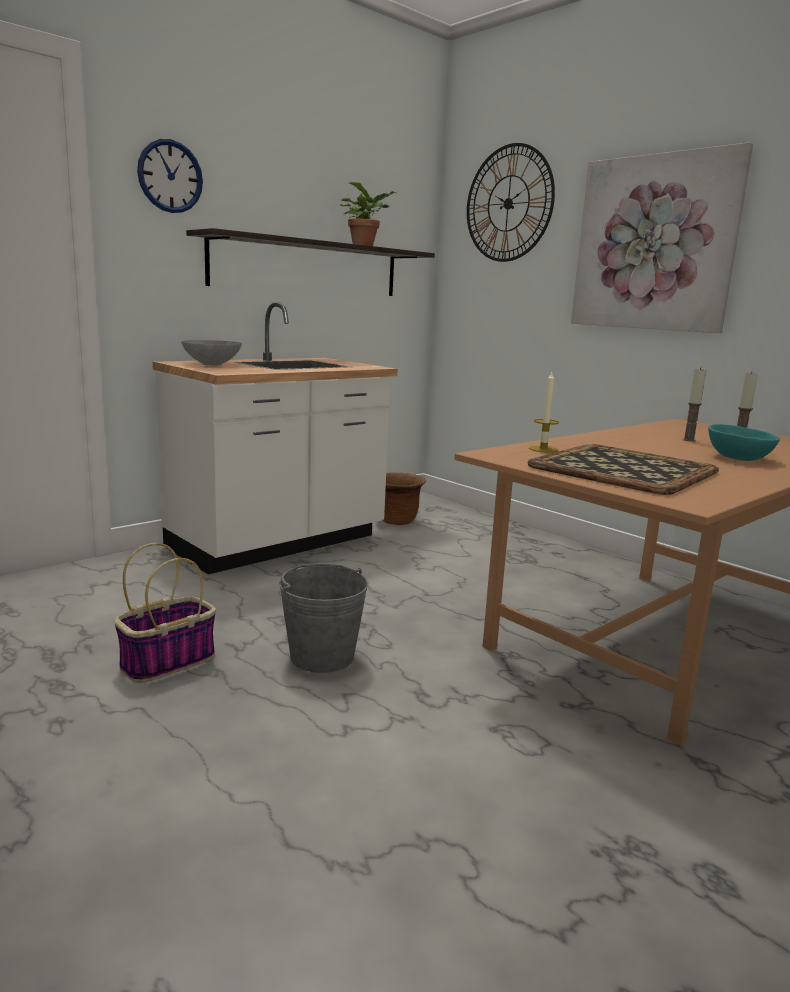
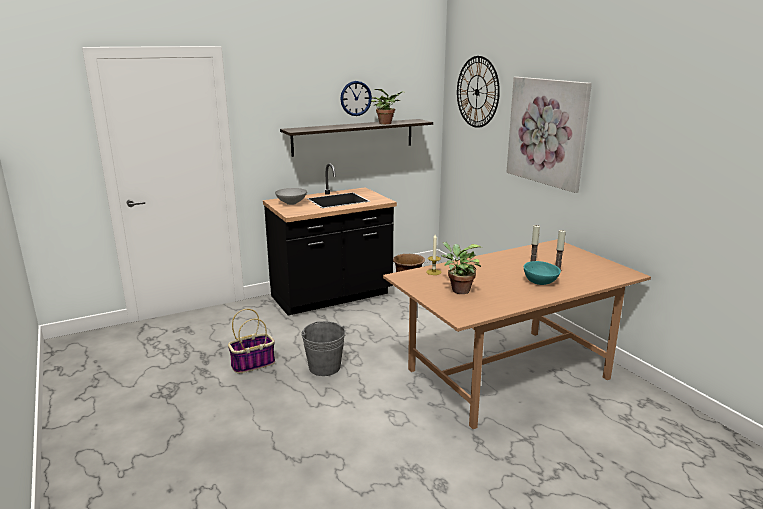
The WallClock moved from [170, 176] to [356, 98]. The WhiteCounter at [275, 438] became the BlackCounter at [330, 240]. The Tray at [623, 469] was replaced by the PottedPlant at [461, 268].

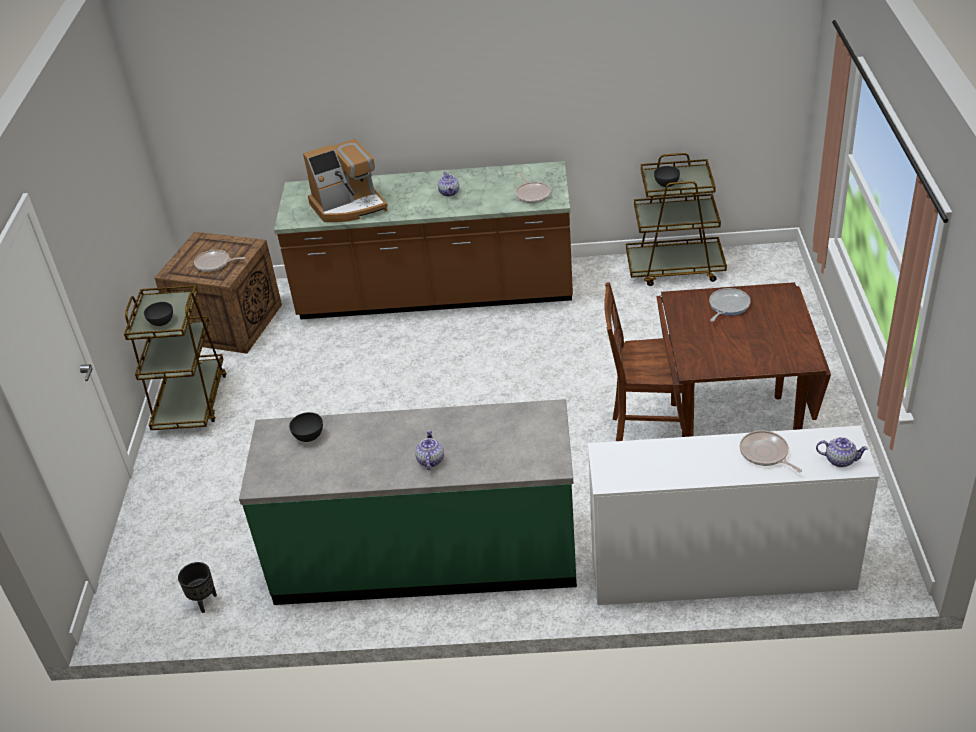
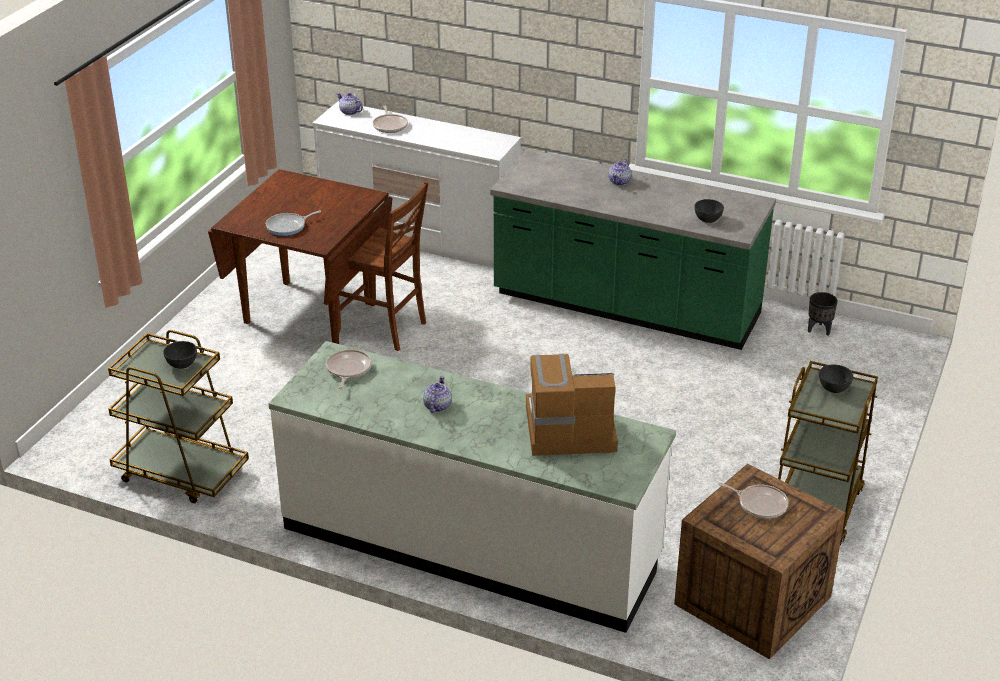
The BrownCounter at [423, 240] became the WhiteCounter at [472, 487].

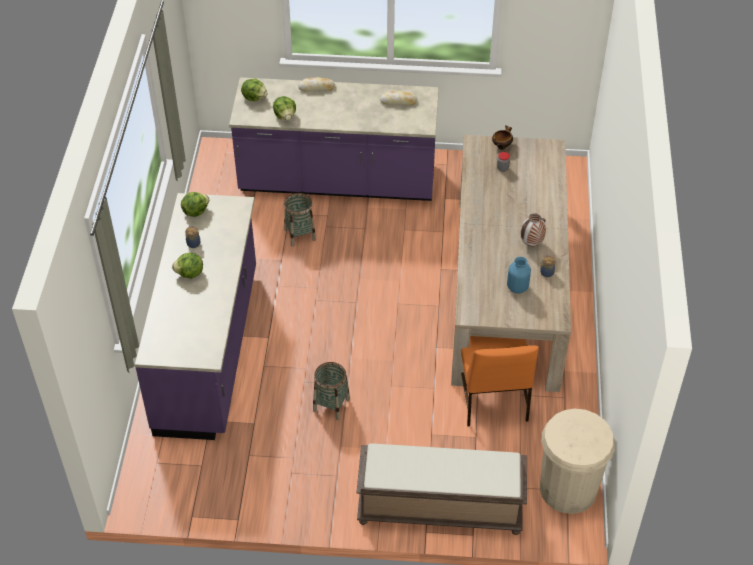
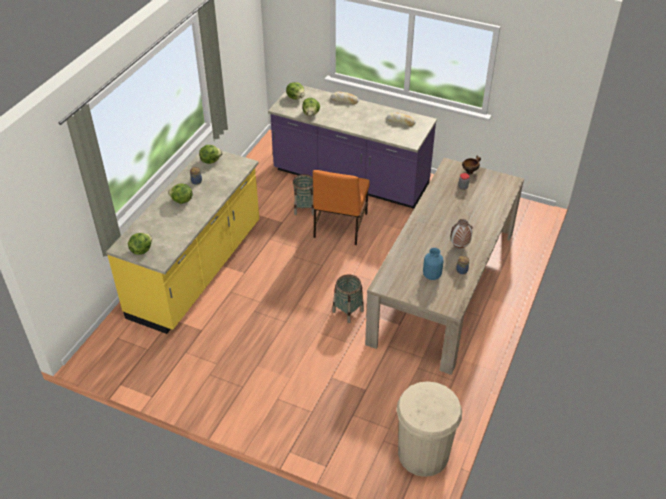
The PurpleCounter at [195, 316] became the YellowCounter at [182, 242]. The Basket moved from [331, 391] to [348, 298]. The BrownBench at [442, 489] disappeared. The OrangeChair moved from [500, 381] to [341, 207]. The Lettuce at [140, 244] appeared.

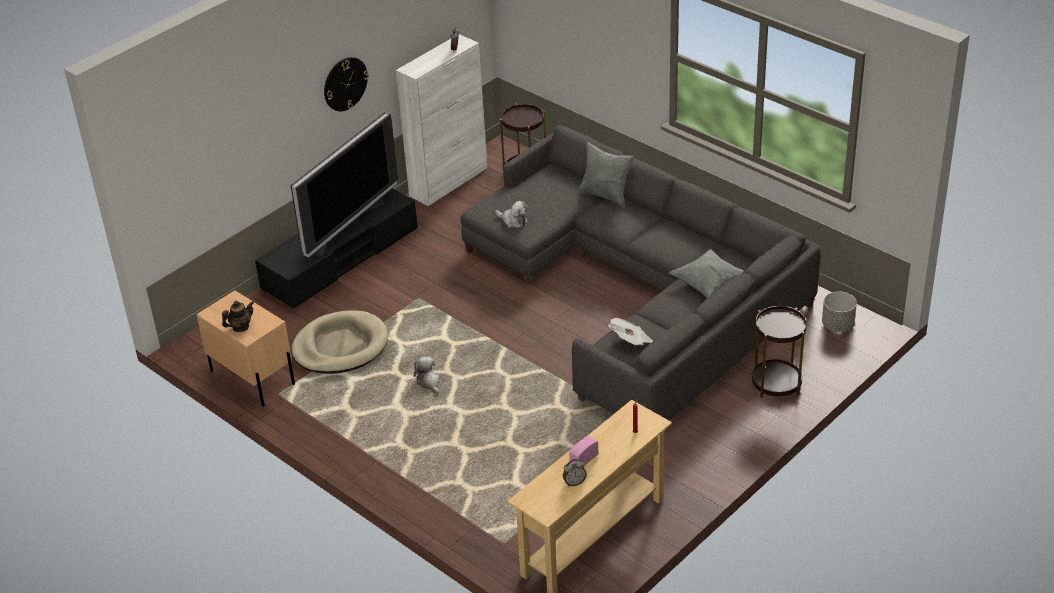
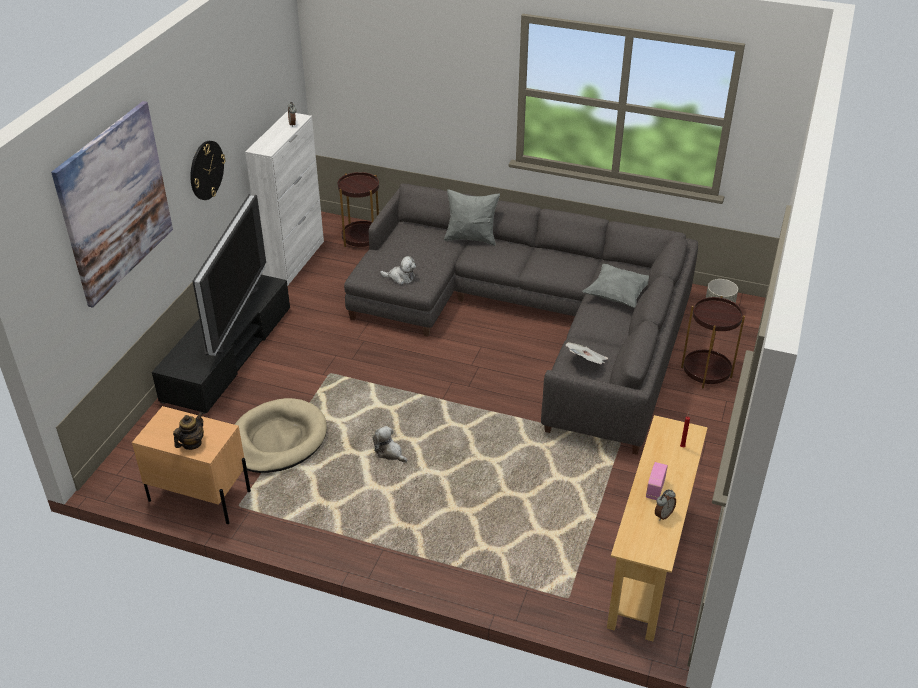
The Picture at [112, 204] appeared.

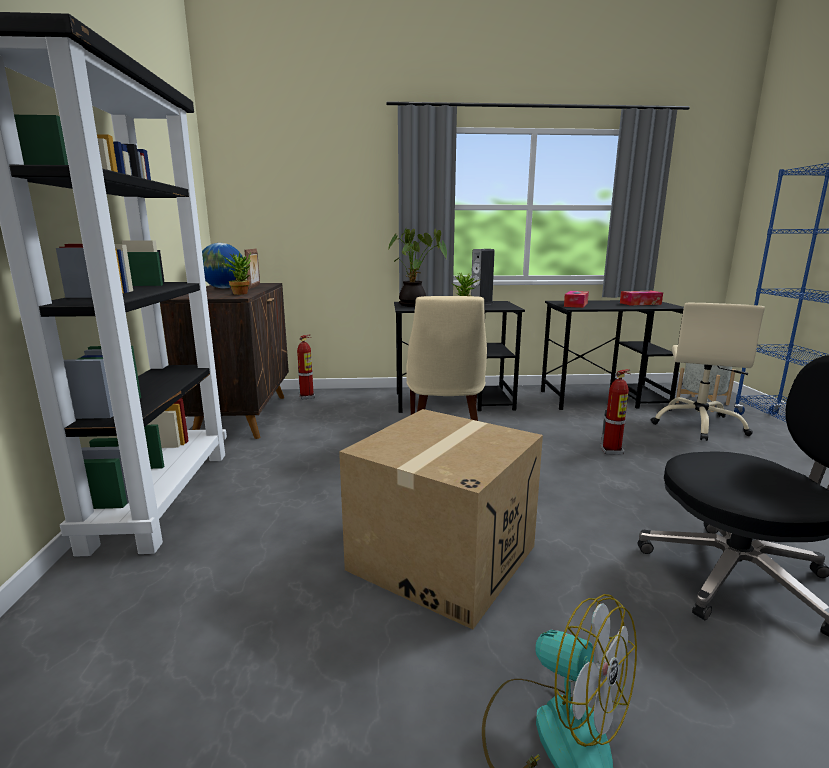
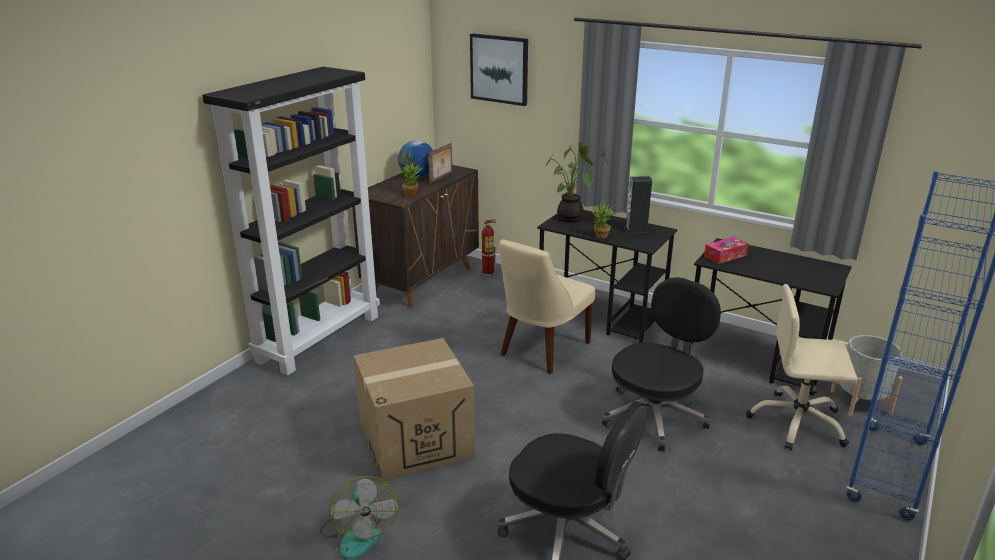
The FireExtinguisher at [615, 412] was replaced by the BlackOfficeChair at [661, 364]. The TissueBox at [641, 298] disappeared. The BeigeOfficeChair at [708, 372] turned 45 degrees clockwise. The Picture at [499, 69] appeared.

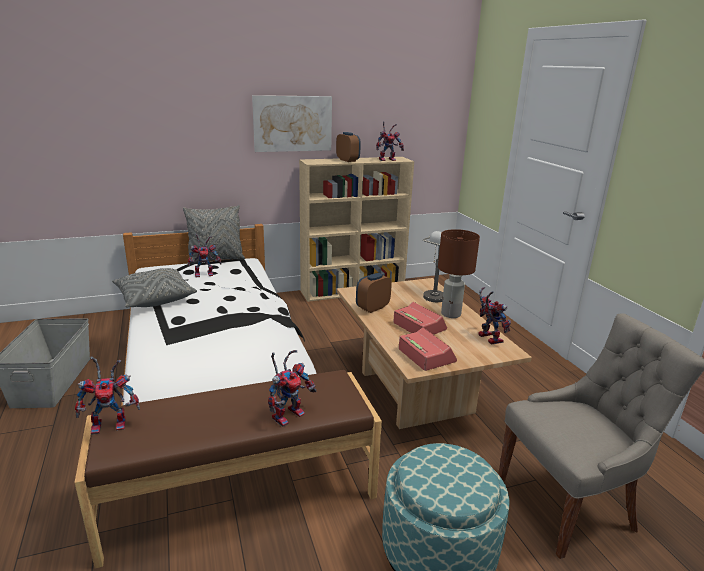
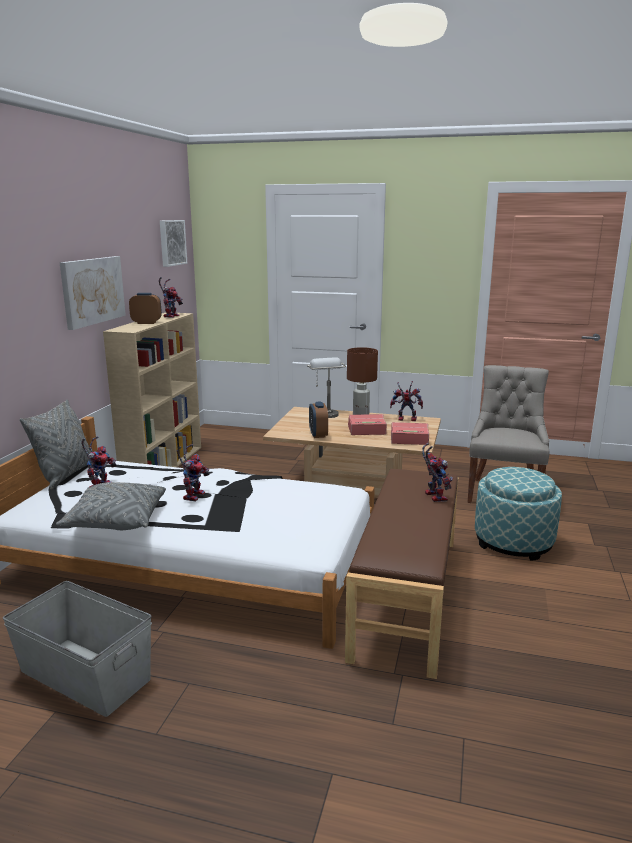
The ToyRobot moved from [107, 396] to [193, 472]. The Picture at [173, 243] appeared.

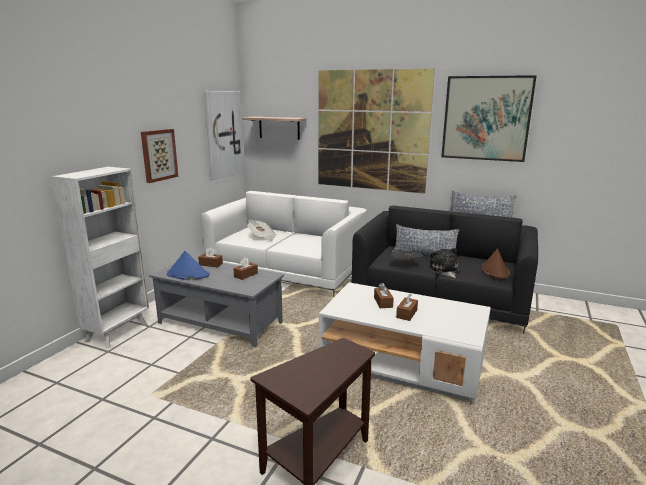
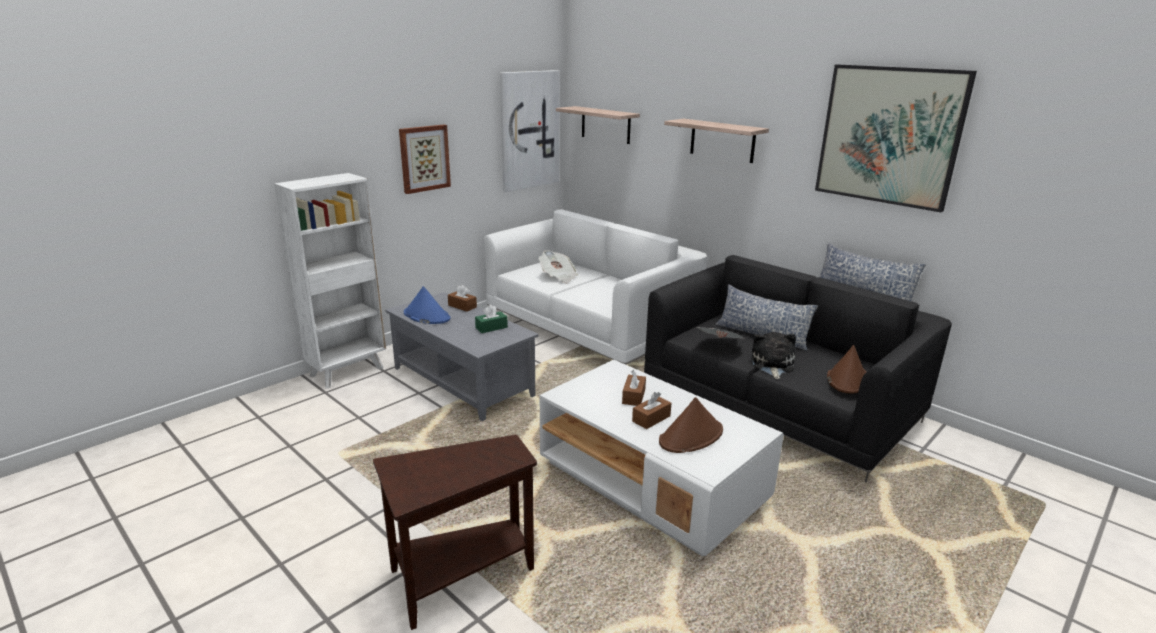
The BrownTissueBox at [245, 268] became the GreenTissueBox at [491, 319]. The Picture at [376, 131] was replaced by the Shelf at [716, 141]. The BrownHat at [691, 425] appeared.

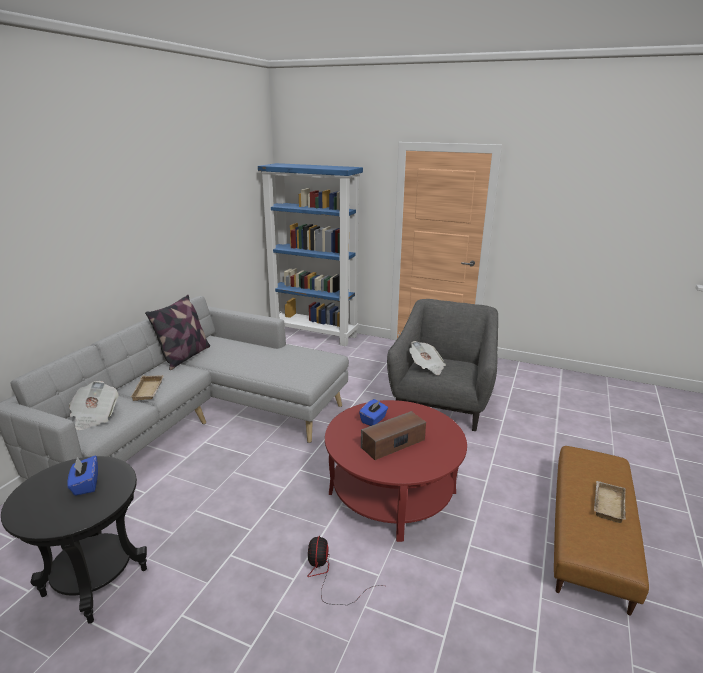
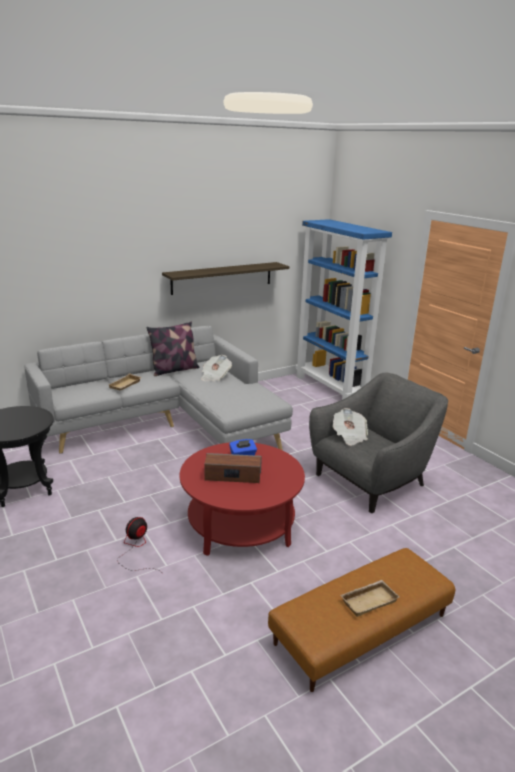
The BlueTissueBox at [82, 476] disappeared. The Newspaper moved from [93, 405] to [216, 368]. The Shelf at [225, 278] appeared.

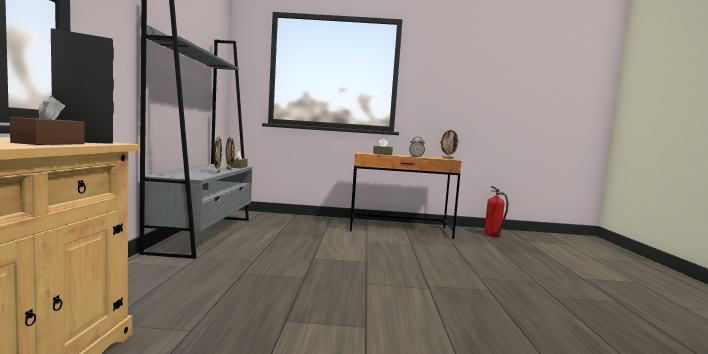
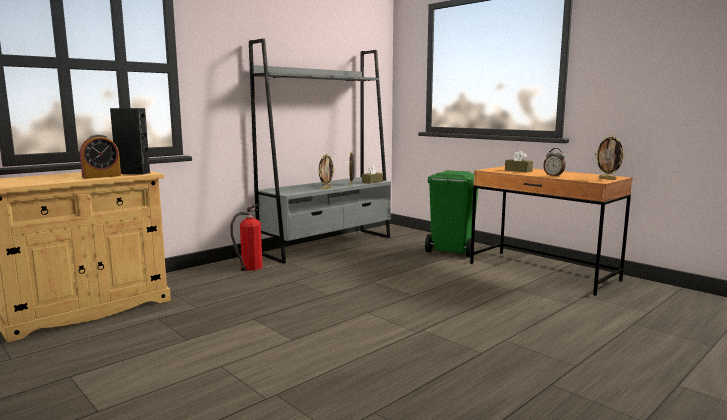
The BrownTissueBox at [47, 120] was replaced by the AlarmClock at [100, 156]. The FireExtinguisher moved from [496, 212] to [246, 237]. The GreenTrashCan at [451, 213] appeared.

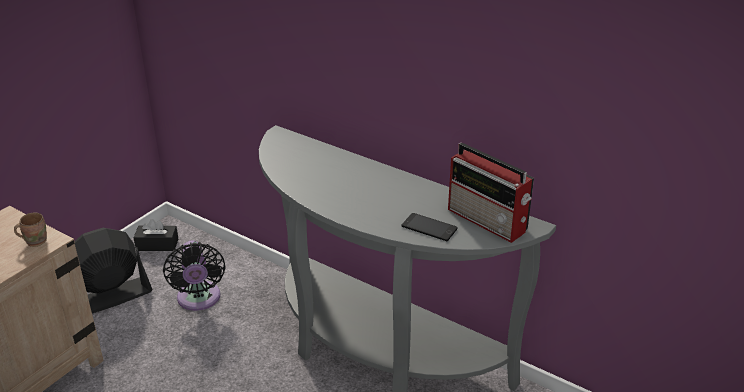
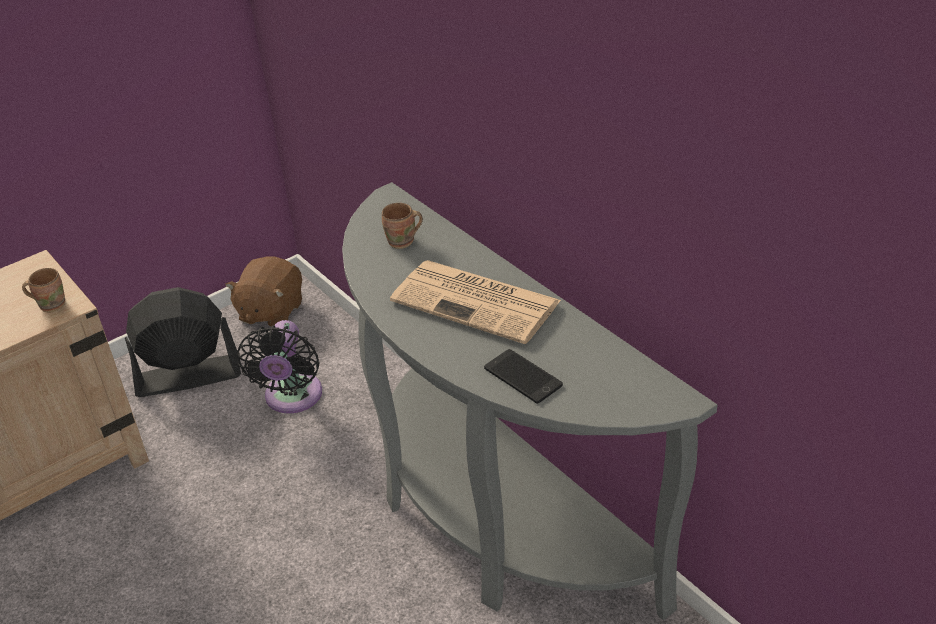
The BlackTissueBox at [155, 235] was replaced by the BrownPlushToy at [263, 292]. The Radio at [491, 193] disappeared. The BrownMug at [402, 226] appeared. The Newspaper at [475, 302] appeared.

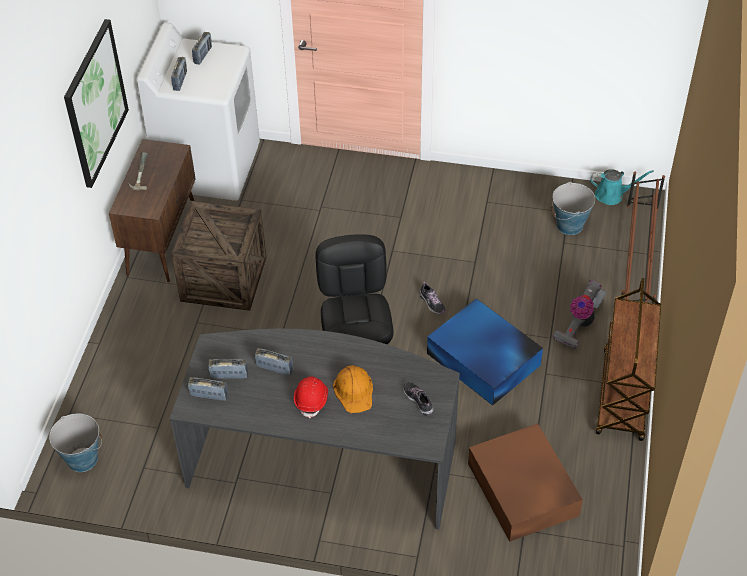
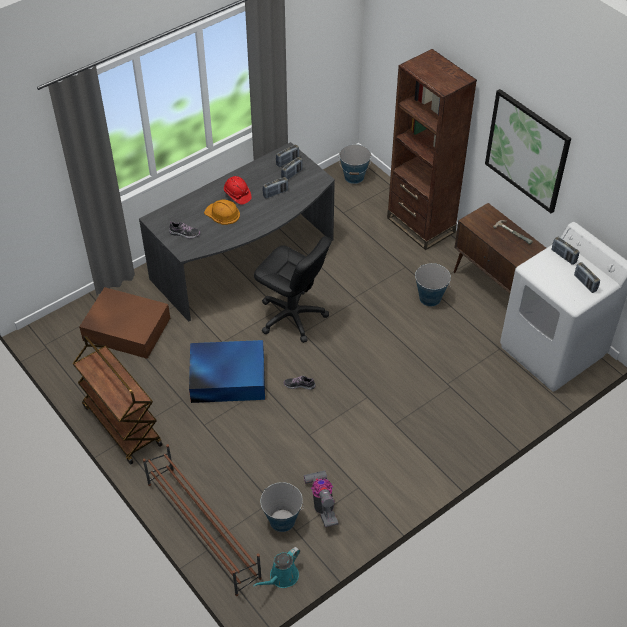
The Crate at [218, 256] was replaced by the Bucket at [433, 285]. The VacuumCleaner moved from [579, 315] to [321, 498]. The BrownBookcase at [432, 149] appeared.

